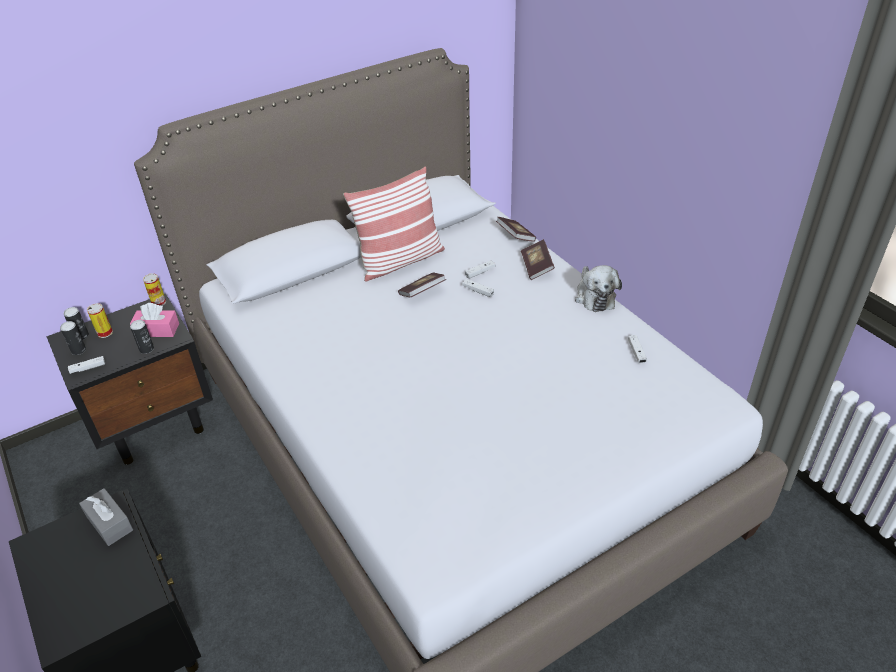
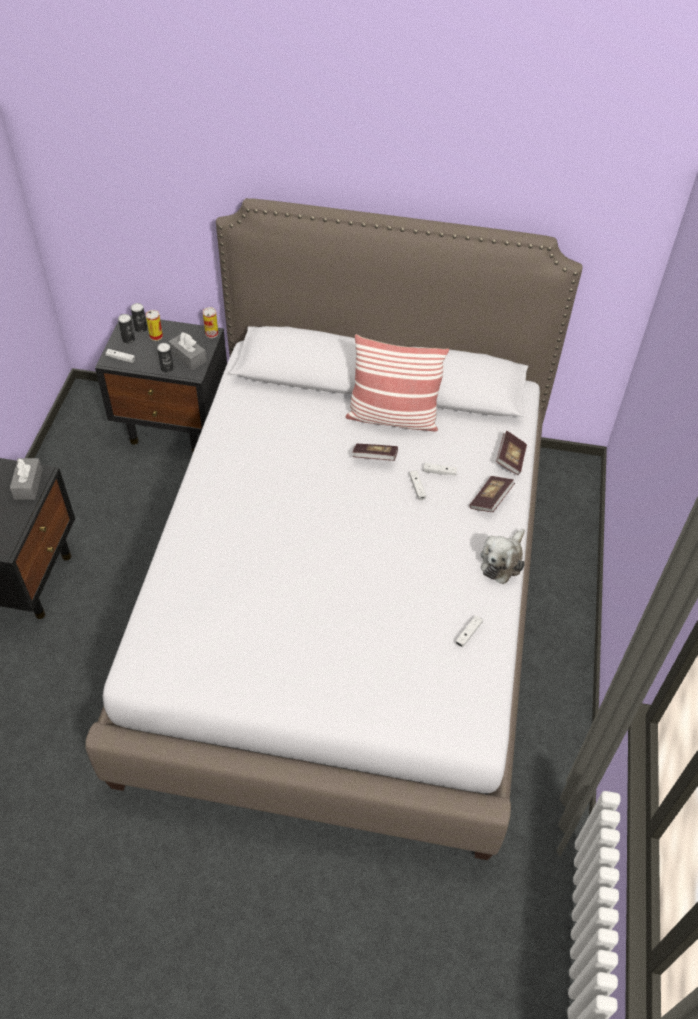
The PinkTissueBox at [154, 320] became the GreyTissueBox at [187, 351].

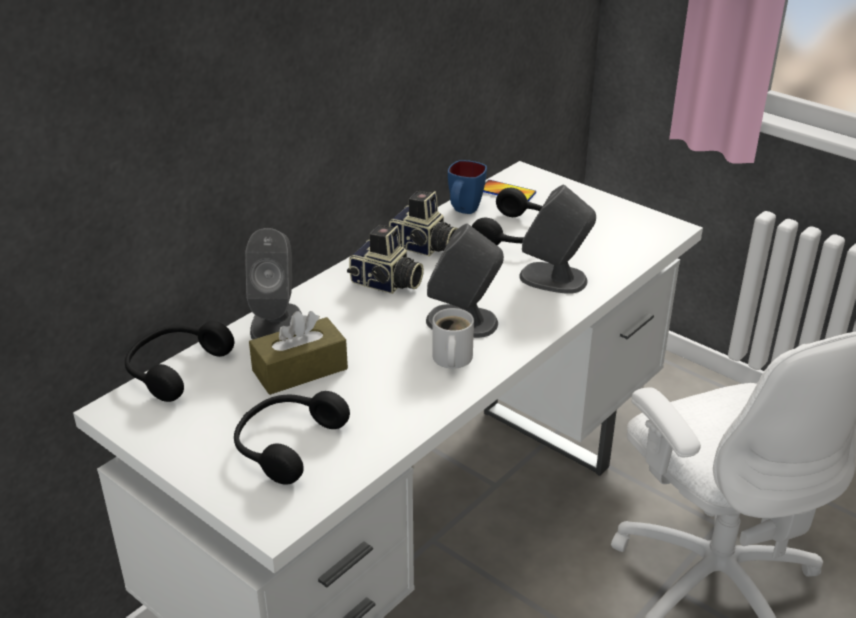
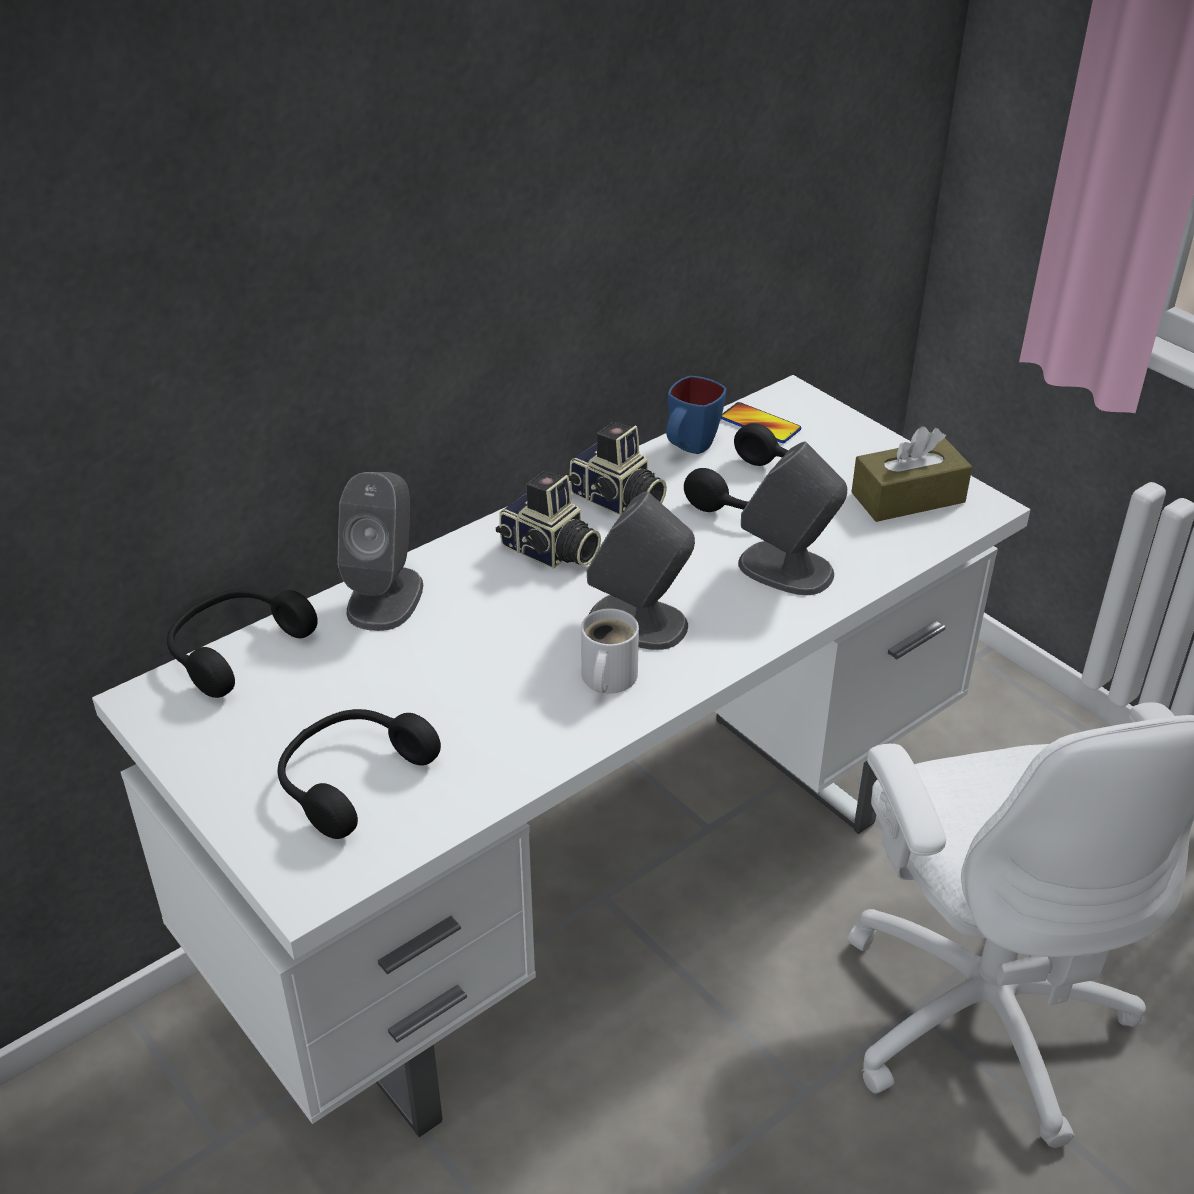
The BrownTissueBox moved from [298, 353] to [911, 474].

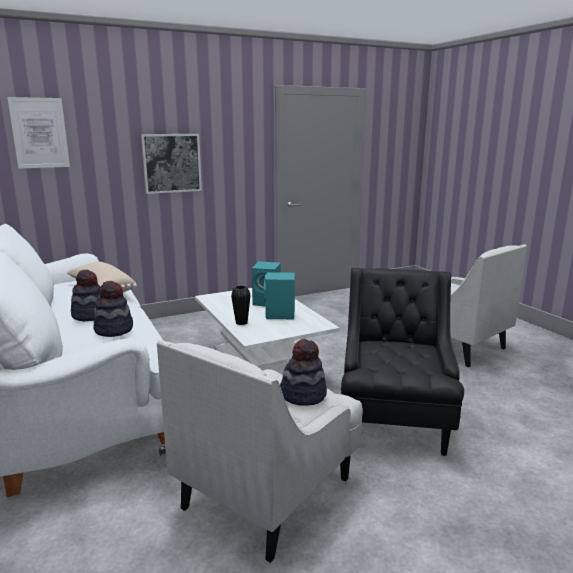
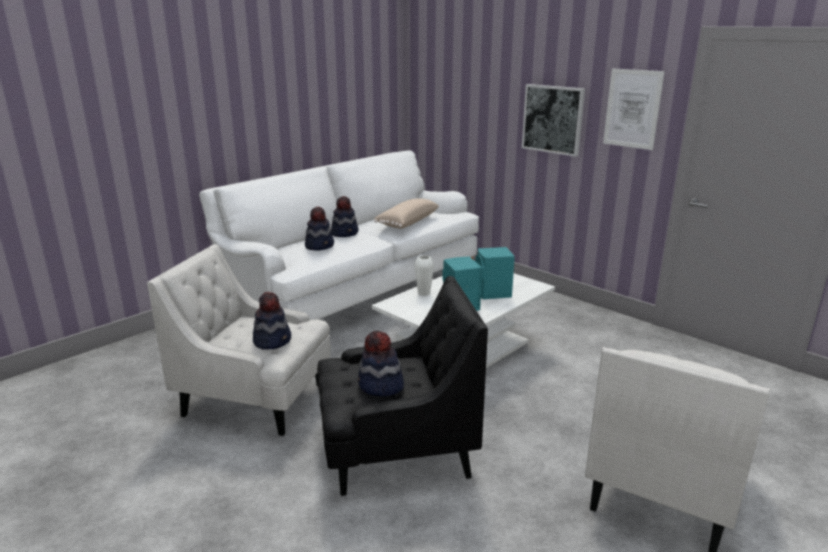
The Picture moved from [38, 133] to [634, 109]. The BlackVase at [240, 305] became the WhiteVase at [424, 275]. The Hat at [381, 363] appeared.

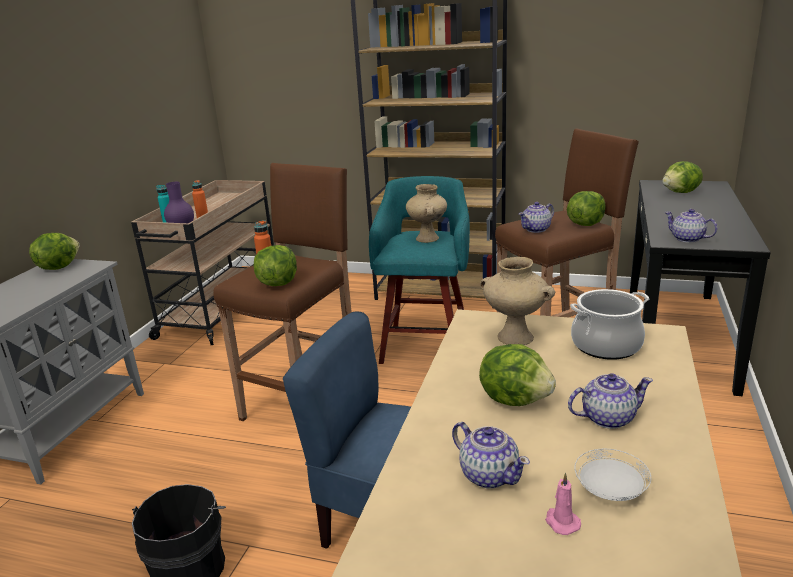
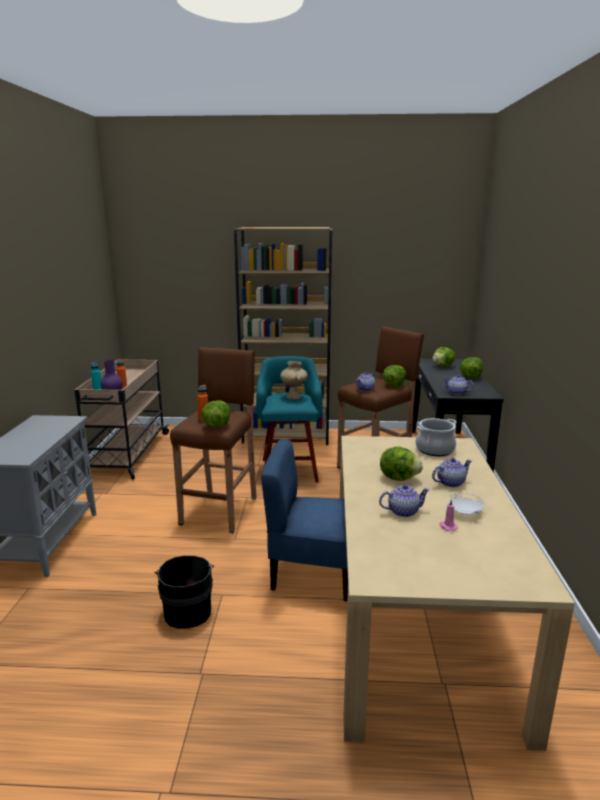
The Lettuce moved from [54, 251] to [471, 367]. The Teapot at [491, 455] turned 45 degrees counterclockwise. The BeigeVase at [517, 301] disappeared.

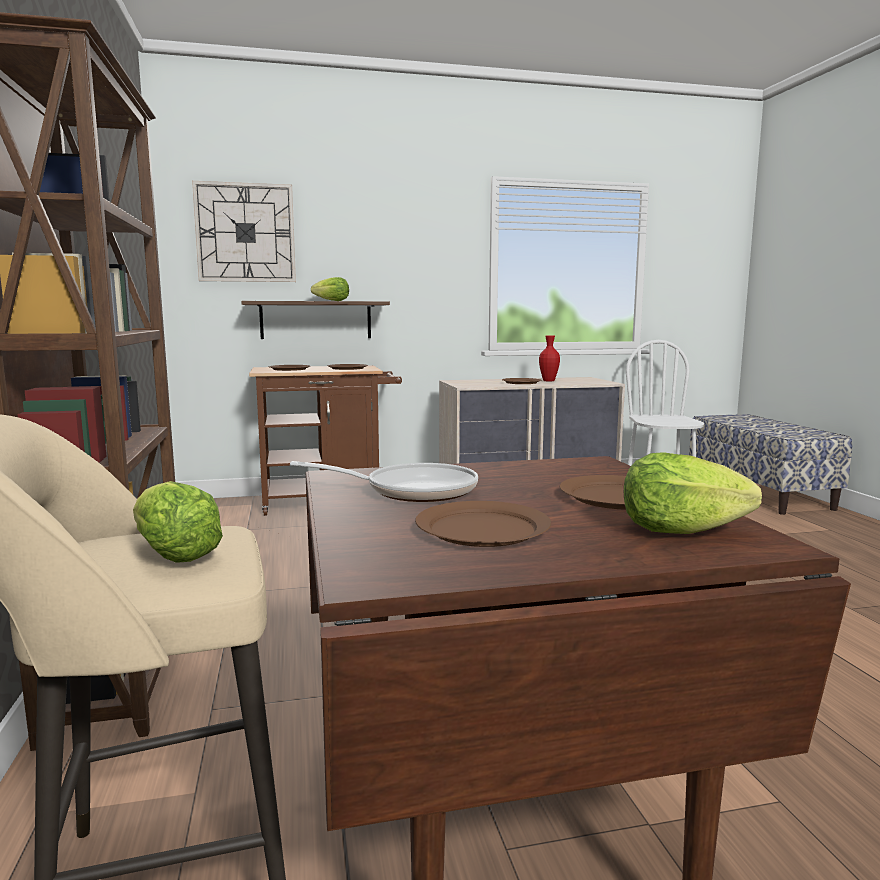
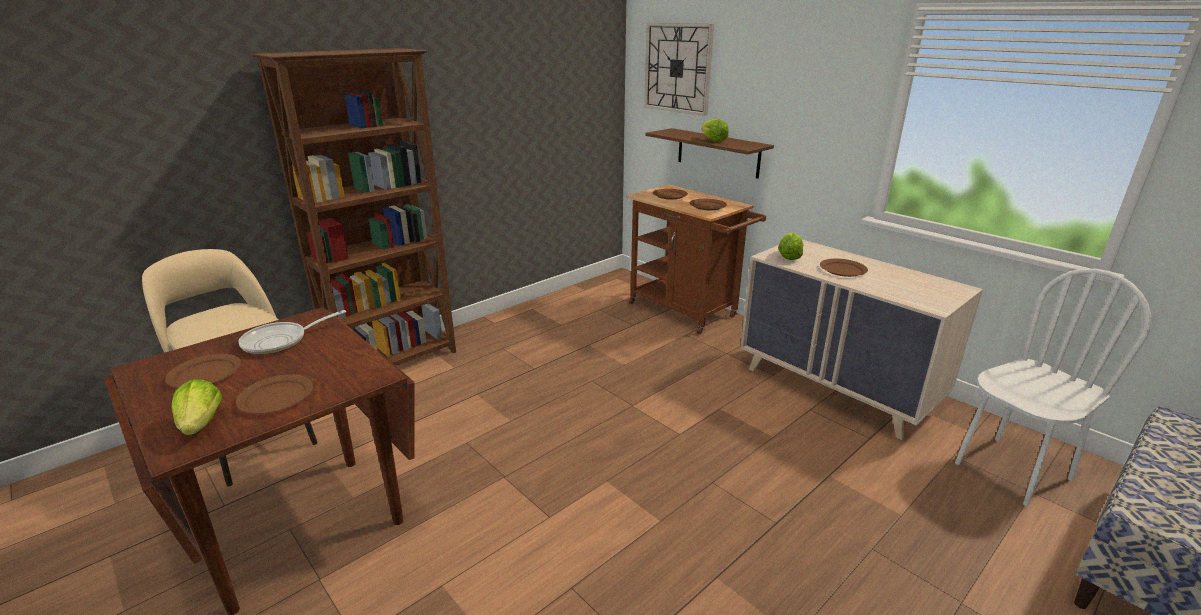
The Lettuce moved from [178, 522] to [790, 246]. The FryingPan at [384, 481] turned 75 degrees clockwise. The RedVase at [549, 358] disappeared.

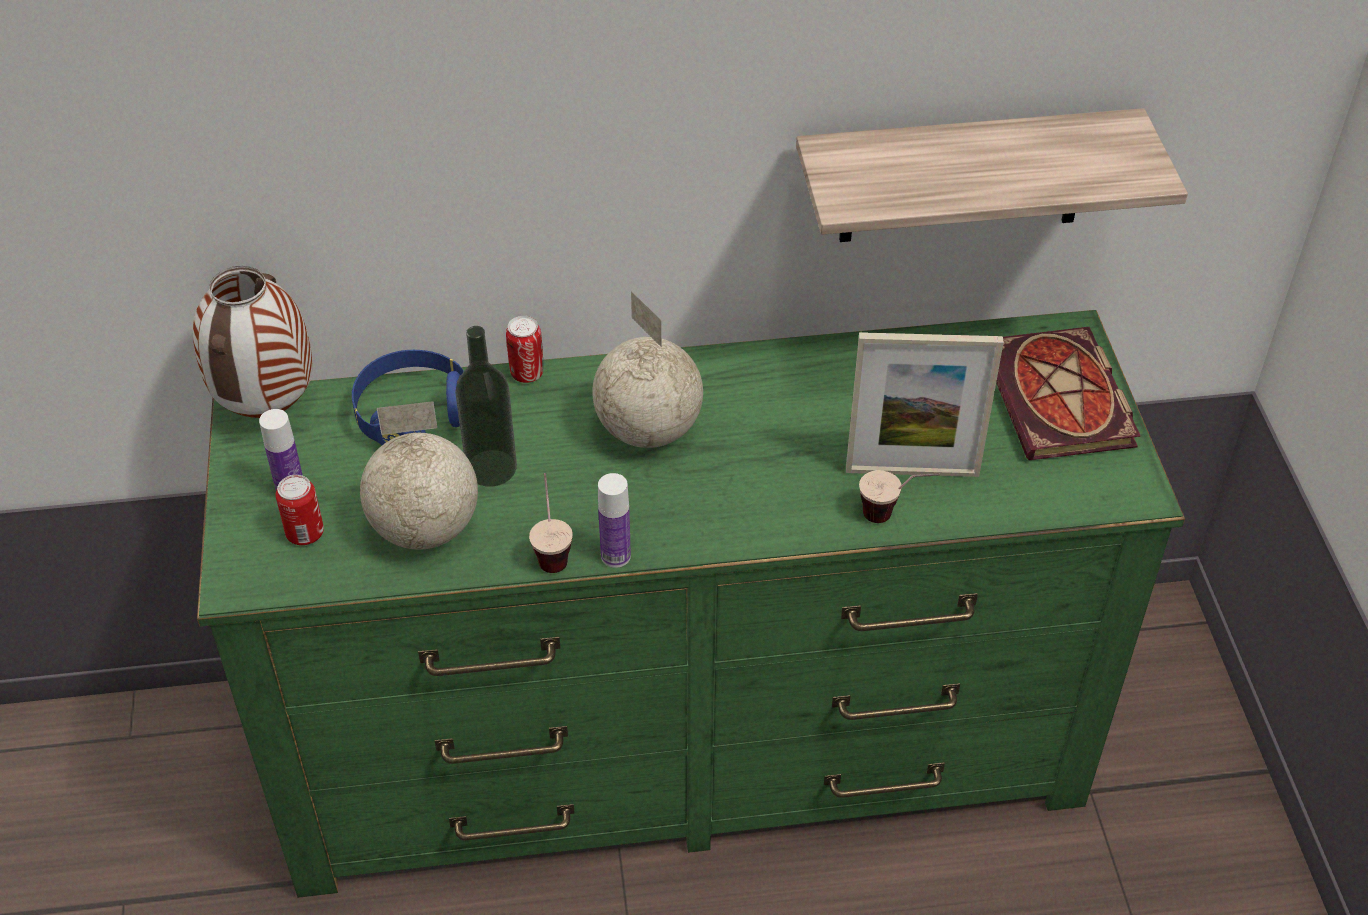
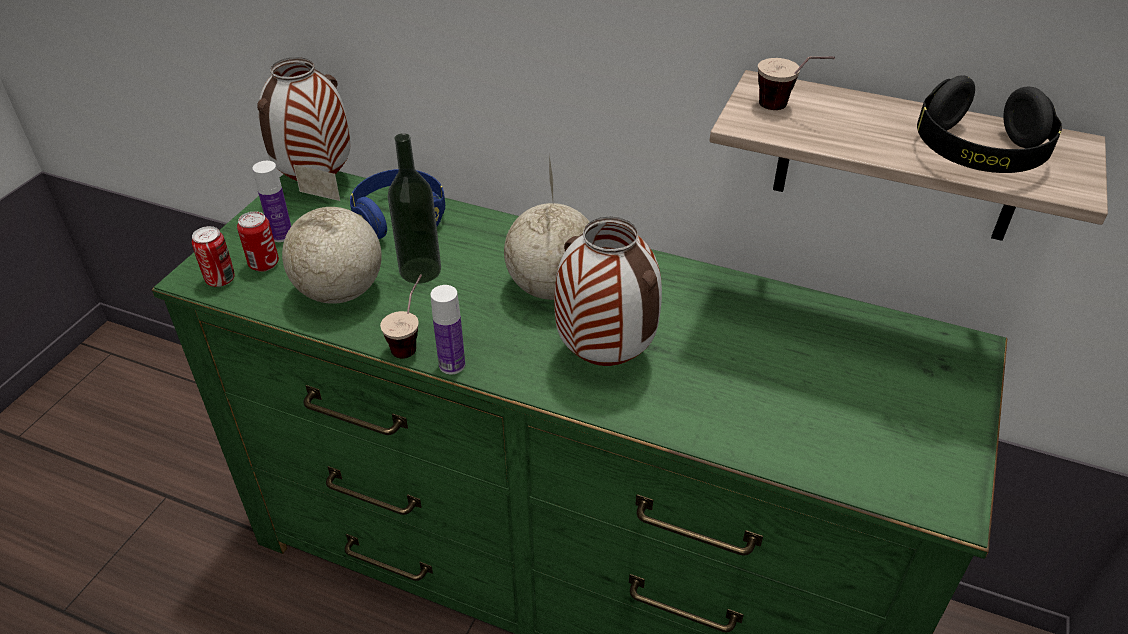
The Can moved from [525, 349] to [213, 256]. The PictureFrame at [925, 404] disappeared. The Cup moved from [899, 496] to [796, 83]. The Book at [1068, 393] disappeared. The Vase at [608, 291] appeared. The BlackHeadphones at [989, 124] appeared.

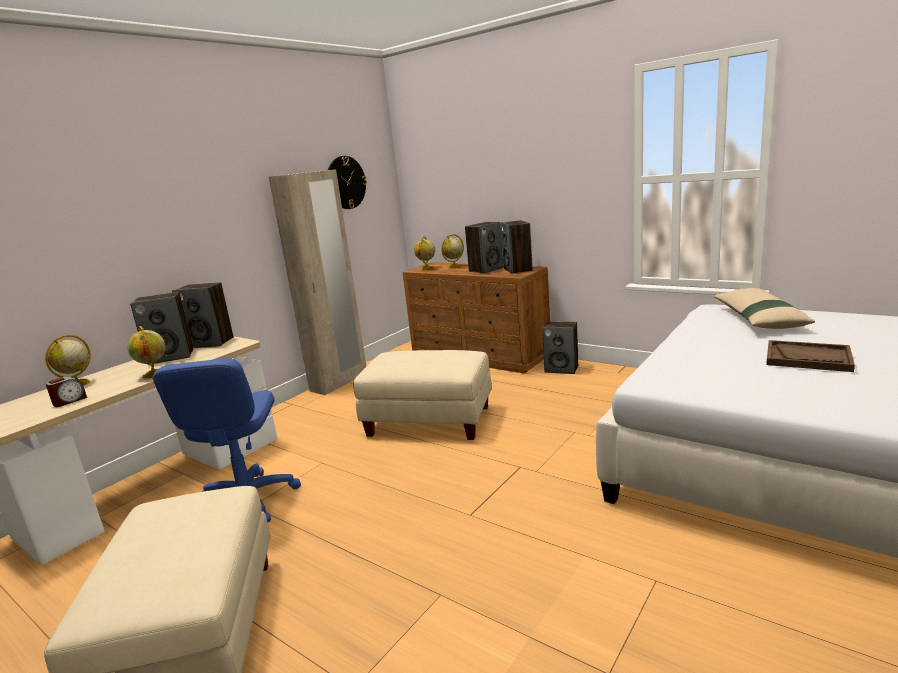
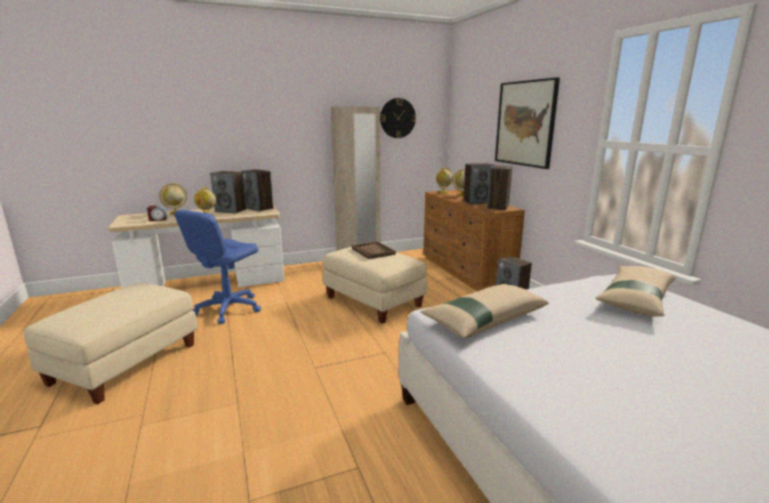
The BrownTray moved from [810, 356] to [374, 250]. The BeigePillow at [484, 311] appeared. The Picture at [527, 123] appeared.

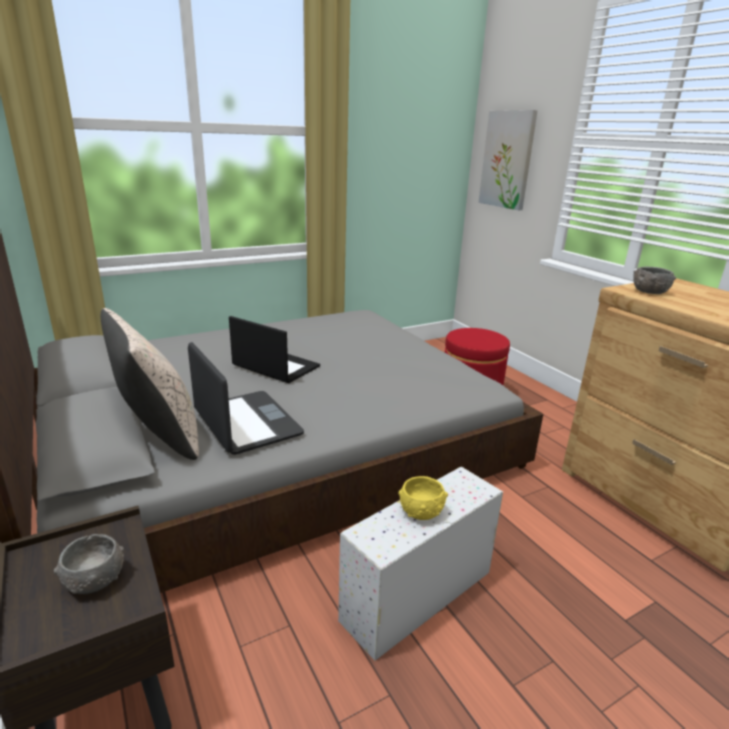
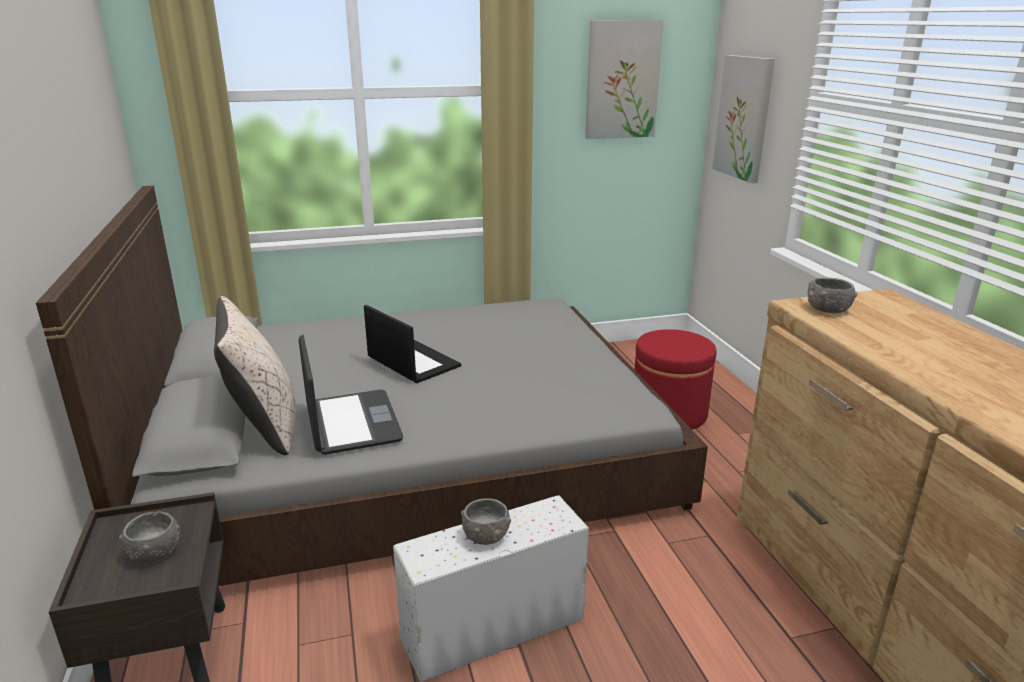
The YellowBowl at [423, 498] became the GreyBowl at [486, 522]. The Picture at [624, 79] appeared.

